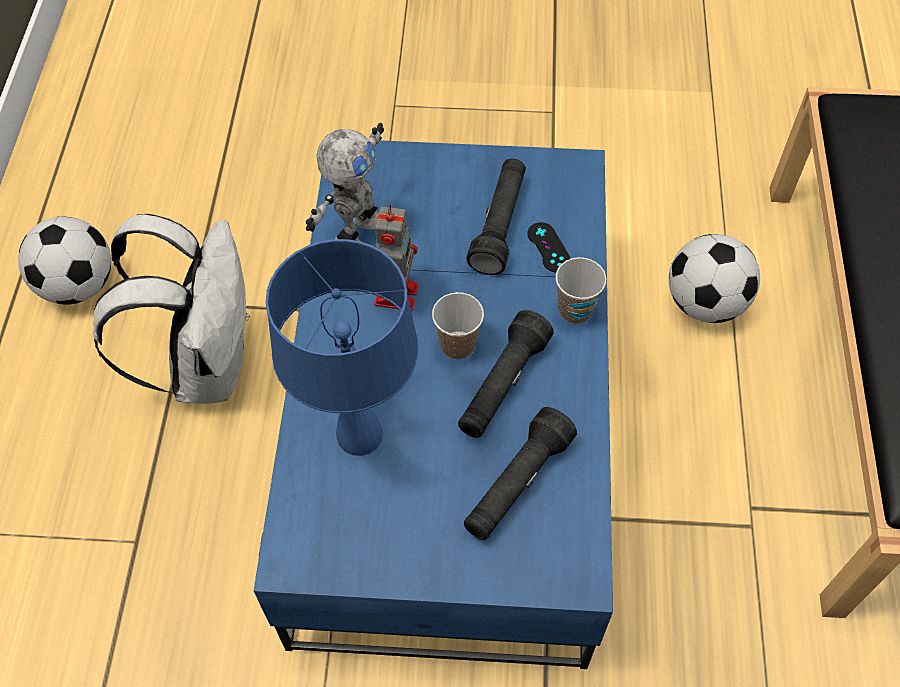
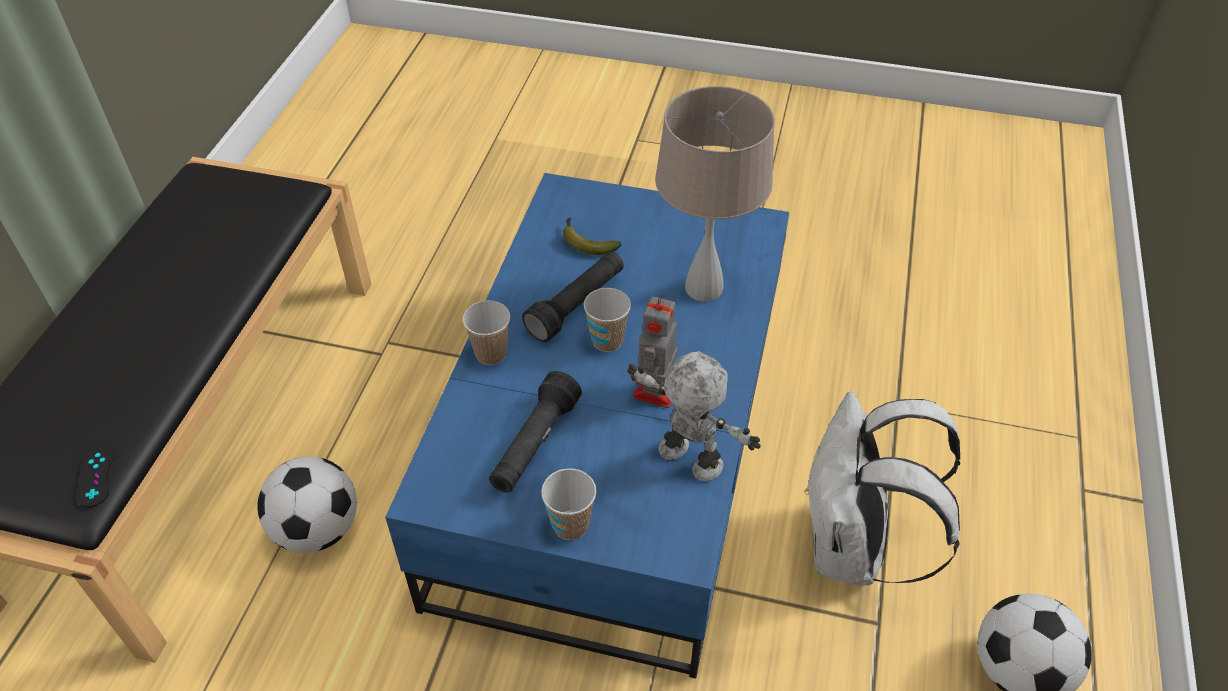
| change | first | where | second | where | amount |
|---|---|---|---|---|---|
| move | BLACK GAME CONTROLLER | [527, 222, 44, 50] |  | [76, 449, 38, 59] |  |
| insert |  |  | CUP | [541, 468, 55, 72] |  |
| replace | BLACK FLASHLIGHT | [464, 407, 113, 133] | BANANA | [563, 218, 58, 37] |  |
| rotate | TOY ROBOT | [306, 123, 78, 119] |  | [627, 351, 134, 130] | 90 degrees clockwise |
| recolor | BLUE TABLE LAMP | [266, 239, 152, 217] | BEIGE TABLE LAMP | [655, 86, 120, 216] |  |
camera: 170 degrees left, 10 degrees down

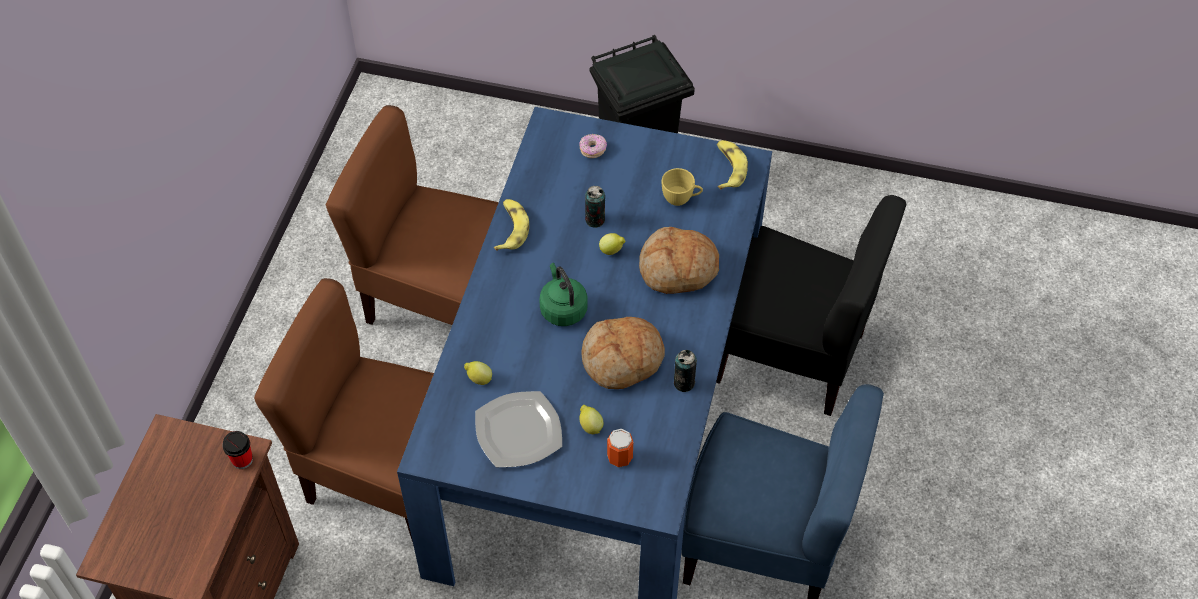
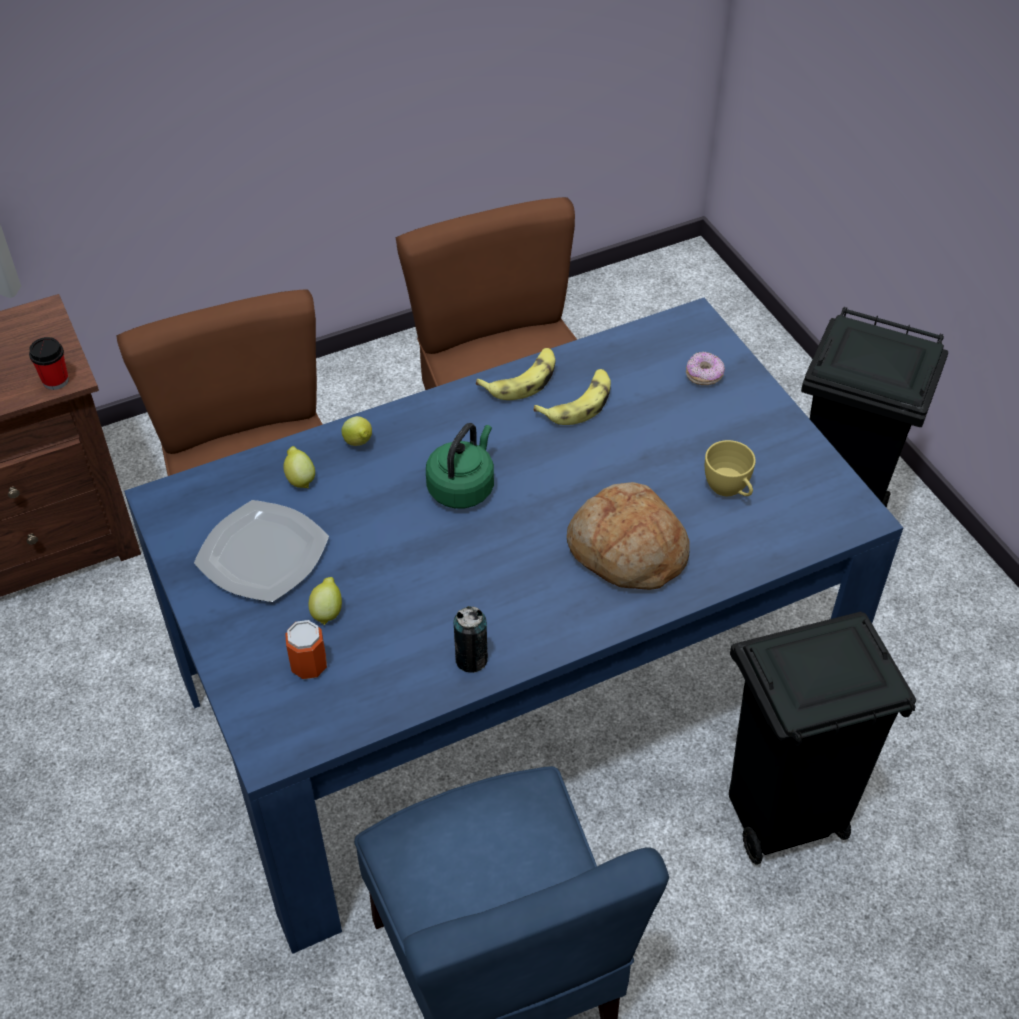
| change | first | where | second | where | amount |
|---|---|---|---|---|---|
| move | LEMON | [599, 233, 26, 22] |  | [342, 416, 30, 30] |  |
| move | BANANA | [717, 140, 31, 49] |  | [534, 369, 77, 56] |  |
| replace | BLACK CHAIR | [716, 195, 191, 221] | BLACK TRASH CAN | [729, 612, 187, 253] |  |
| delete | BREAD | [581, 317, 84, 72] |  |  |  |
| delete | CAN | [585, 186, 20, 42] |  |  |  |
camera: 50 degrees right, 5 degrees down

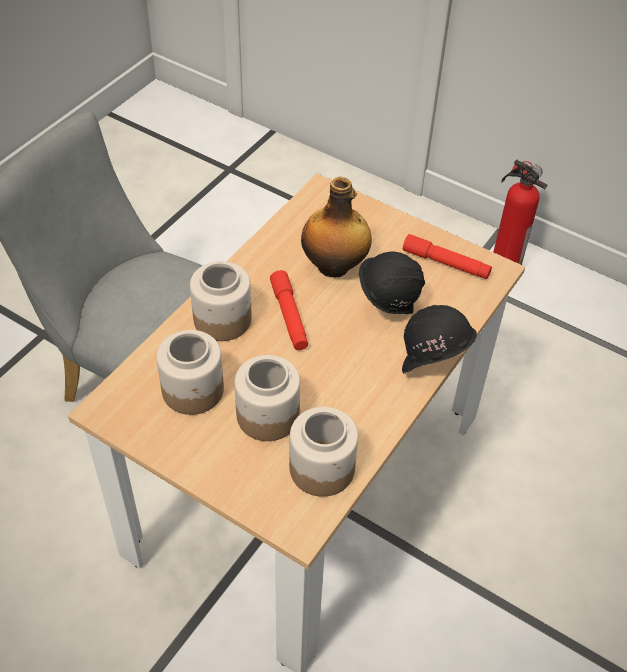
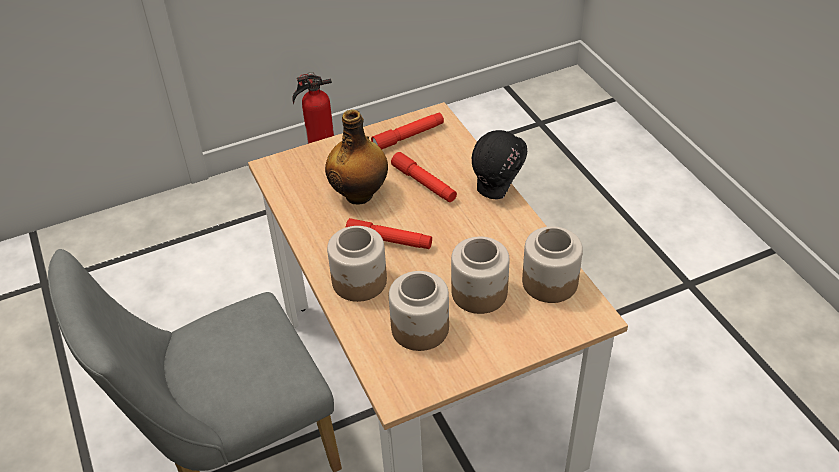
| change | first | where | second | where | amount |
|---|---|---|---|---|---|
| replace | BLACK HARD HAT | [359, 252, 66, 62] | RED FLASHLIGHT | [391, 152, 66, 50] |  |
camera: 55 degrees left, 5 degrees down

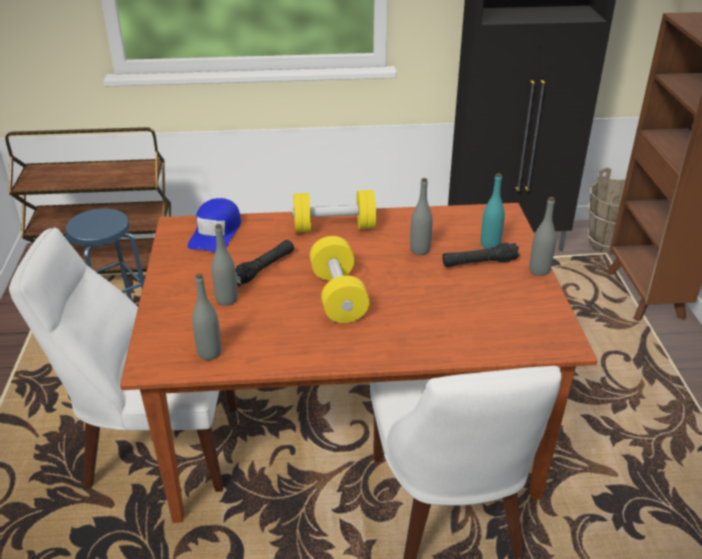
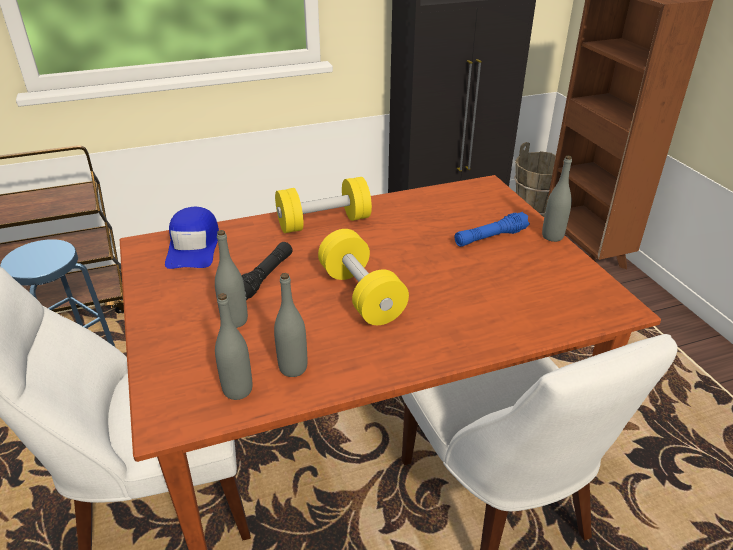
| change | first | where | second | where | amount |
|---|---|---|---|---|---|
| move | GREY BOTTLE | [410, 178, 23, 77] |  | [274, 273, 33, 104] |  |
| recolor | BLACK FLASHLIGHT | [442, 243, 78, 24] | BLUE FLASHLIGHT | [455, 212, 75, 35] |  |
| delete | TURQUOISE BOTTLE | [481, 173, 24, 76] |  |  |  |
camera: 15 degrees left, 0 degrees up

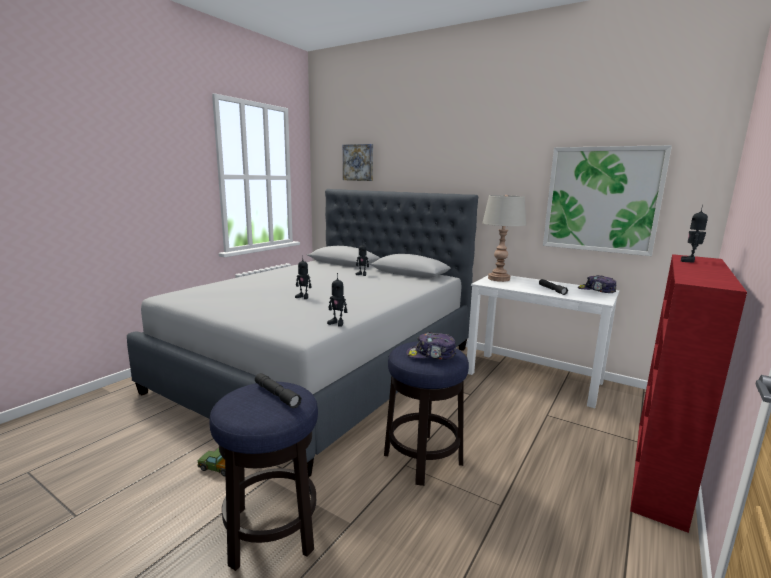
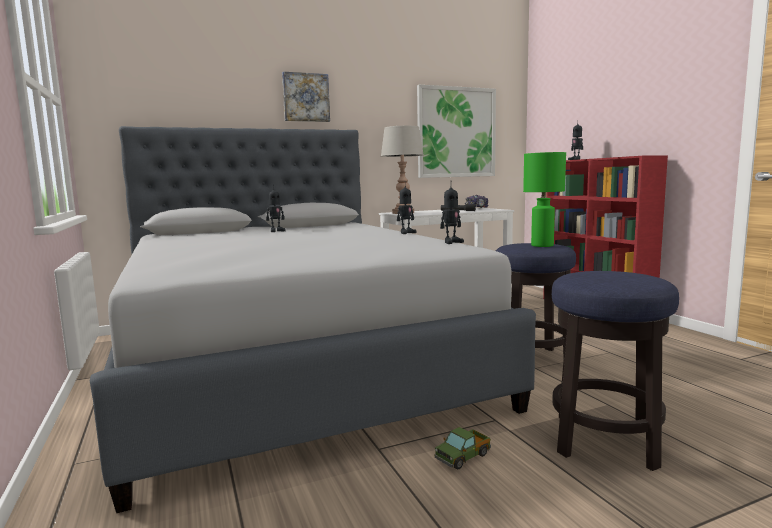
| change | first | where | second | where | amount |
|---|---|---|---|---|---|
| move | PICTURE | [343, 144, 30, 37] |  | [282, 72, 48, 50] |  |
| move | TOY ROBOT | [295, 255, 17, 44] |  | [397, 186, 20, 48] |  |
| replace | CAP | [406, 332, 50, 28] | GREEN TABLE LAMP | [523, 152, 43, 95] |  |
| delete | GREY FLASHLIGHT | [255, 373, 47, 36] |  |  |  |
camera: 55 degrees left, 5 degrees down

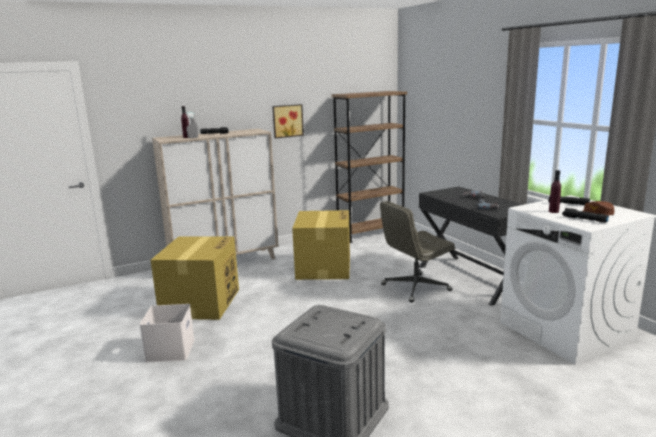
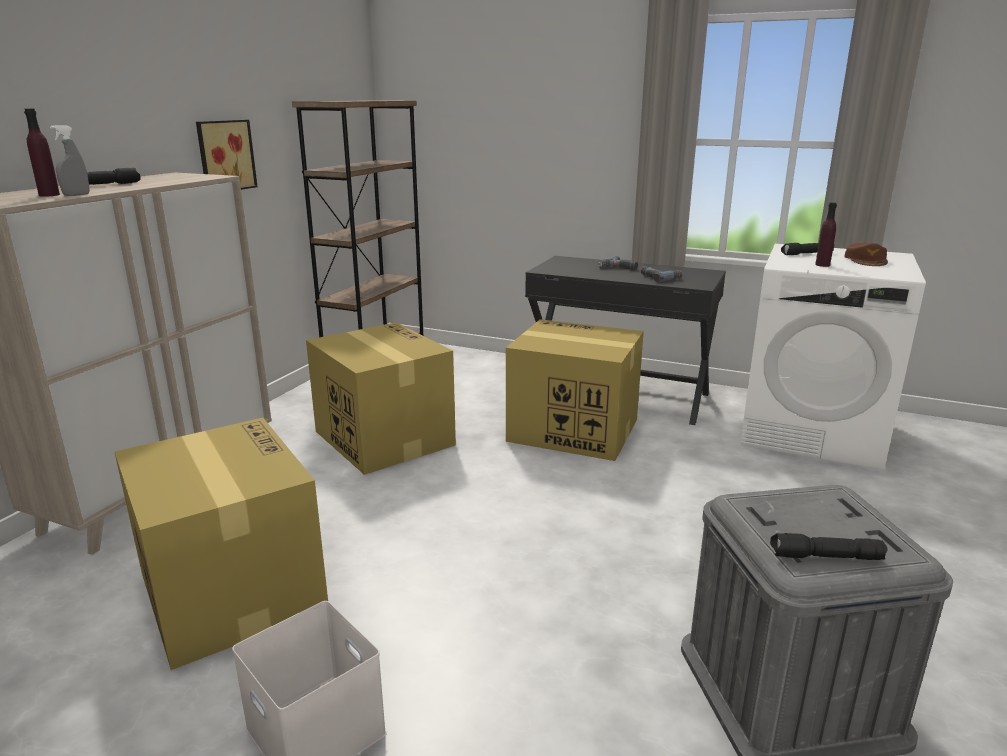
| change | first | where | second | where | amount |
|---|---|---|---|---|---|
| replace | GREY OFFICE CHAIR | [380, 201, 75, 102] | CARDBOARD BOX | [506, 319, 138, 142] |  |
| move | BLACK FLASHLIGHT | [562, 208, 47, 15] |  | [770, 533, 118, 27] |  |
camera: 40 degrees left, 5 degrees up

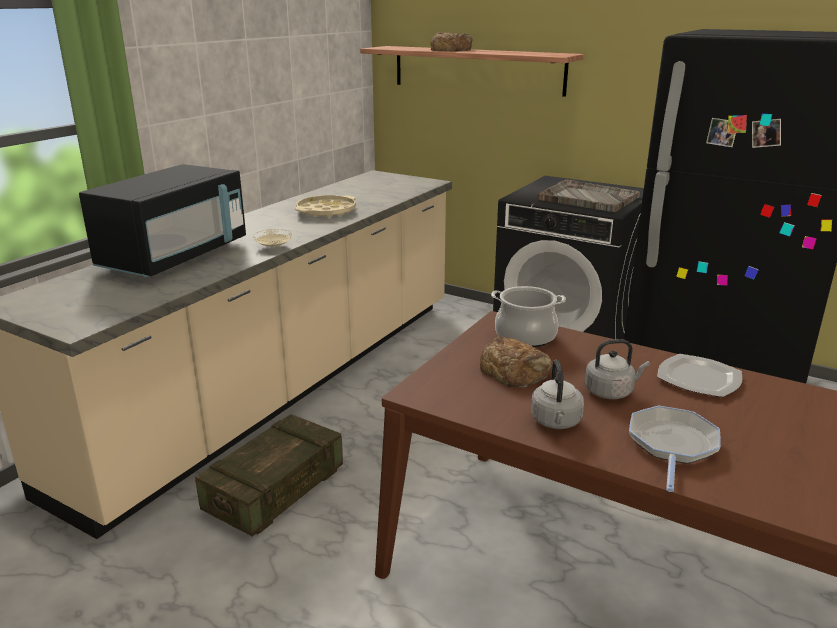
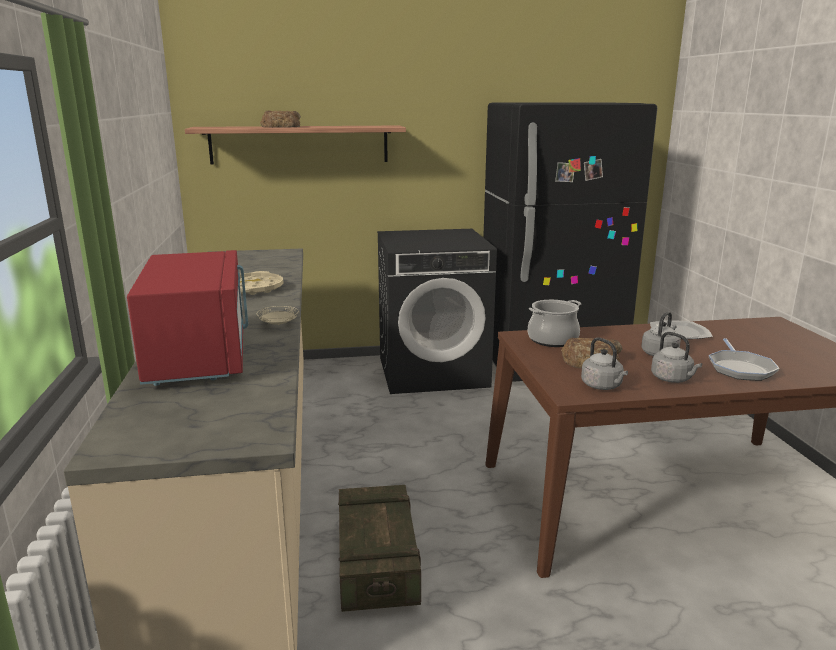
| change | first | where | second | where | amount |
|---|---|---|---|---|---|
| recolor | BLACK MICROWAVE | [79, 164, 167, 113] | RED MICROWAVE | [127, 250, 121, 136] |  |
| insert |  |  | GREY KETTLE | [581, 338, 47, 52] |  |
| rotate | FRYING PAN | [629, 406, 92, 86] |  | [709, 338, 70, 43] | 150 degrees counterclockwise |
| delete | GREY TRAY | [538, 180, 102, 32] |  |  |  |
camera: 40 degrees left, 5 degrees down

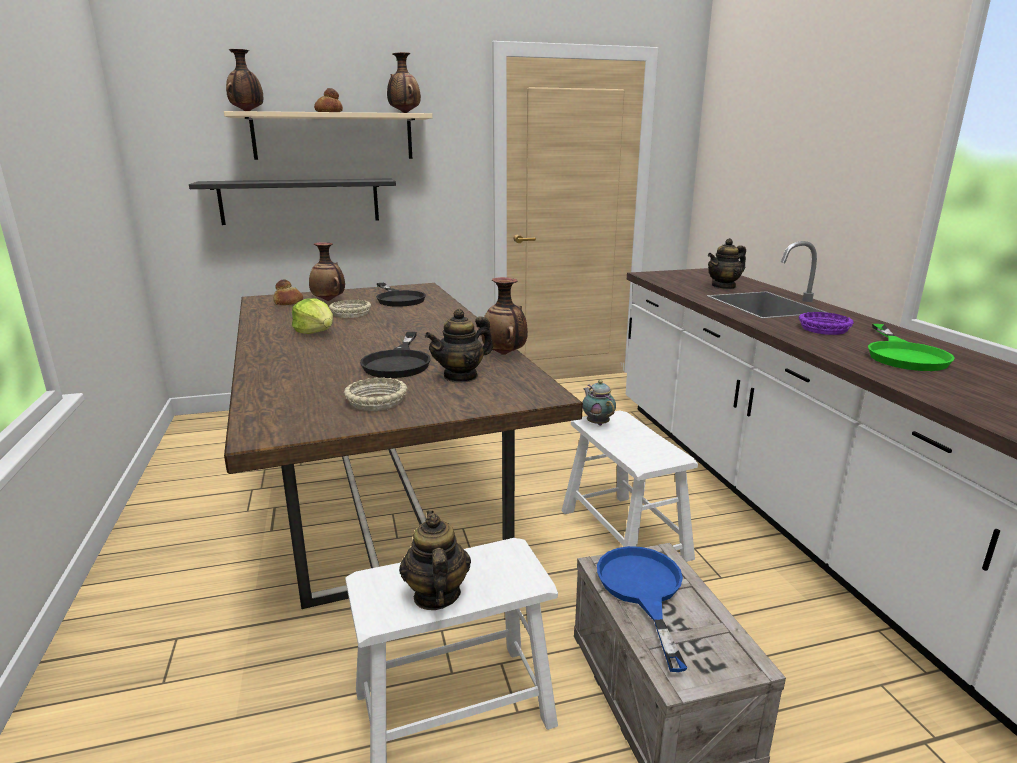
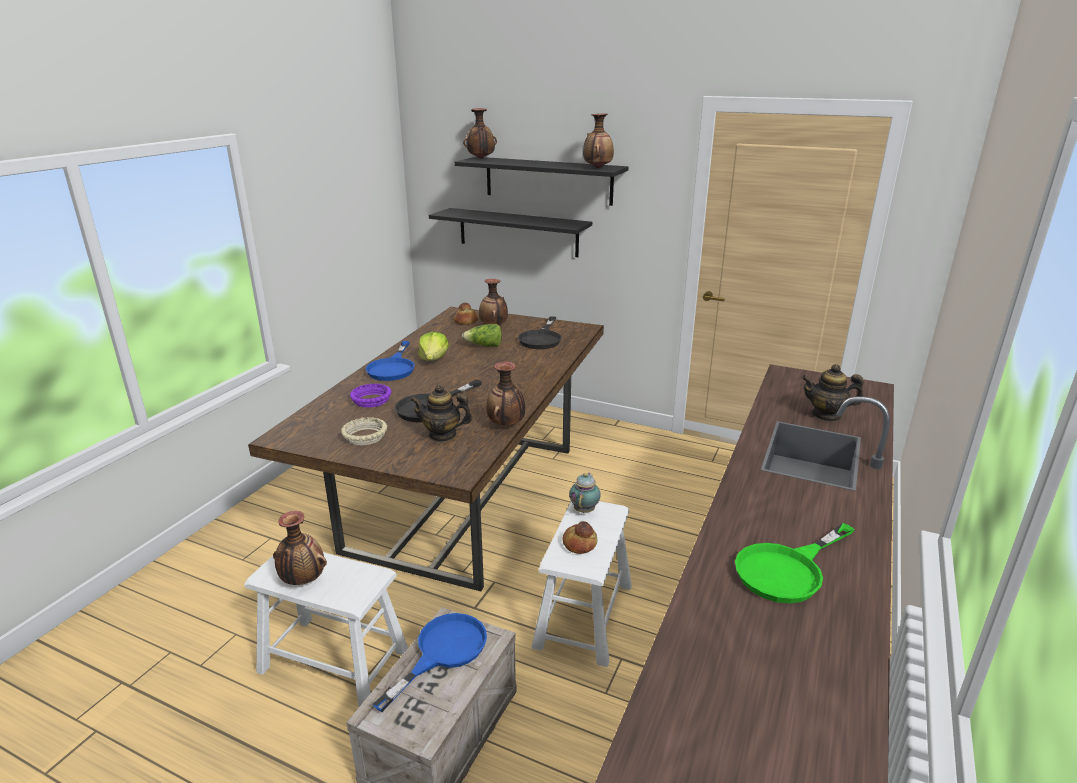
| change | first | where | second | where | amount |
|---|---|---|---|---|---|
| replace | TEAPOT | [399, 511, 72, 99] | VASE | [273, 511, 54, 74] |  |
| move | PURPLE BOWL | [799, 312, 55, 23] |  | [350, 383, 42, 25] |  |
| insert |  |  | BLUE FRYING PAN | [366, 341, 49, 40] |  |
| recolor | BEIGE SHELF | [224, 111, 209, 49] | BLACK SHELF | [454, 157, 175, 49] |  |
| replace | BEIGE BOWL | [329, 300, 42, 18] | LETTUCE | [462, 324, 40, 23] |  |
| move | BREAD | [314, 88, 29, 24] |  | [563, 521, 35, 33] |  |
camera: 40 degrees right, 5 degrees up

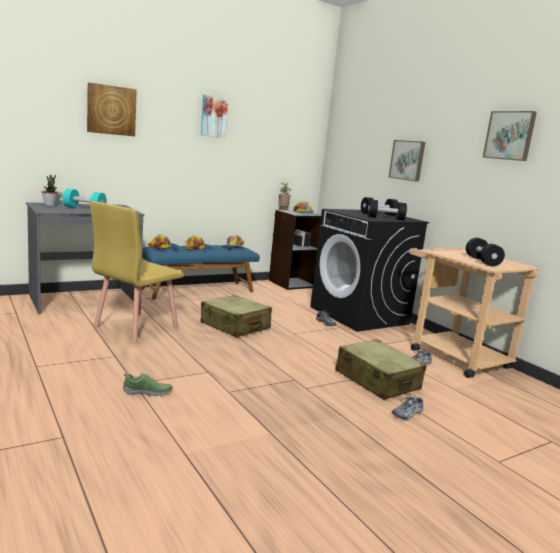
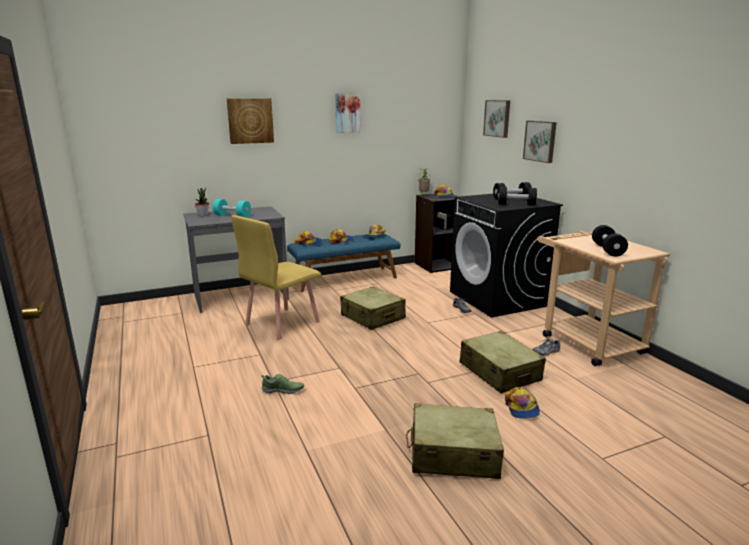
| change | first | where | second | where | amount |
|---|---|---|---|---|---|
| insert |  |  | BEIGE SUITCASE | [406, 403, 98, 76] |  |
| move | PICTURE | [483, 111, 54, 50] |  | [483, 100, 27, 38] |  |
| replace | SHOE | [392, 394, 31, 26] | CAP | [505, 387, 35, 32] |  |
camera: 10 degrees right, 5 degrees up

